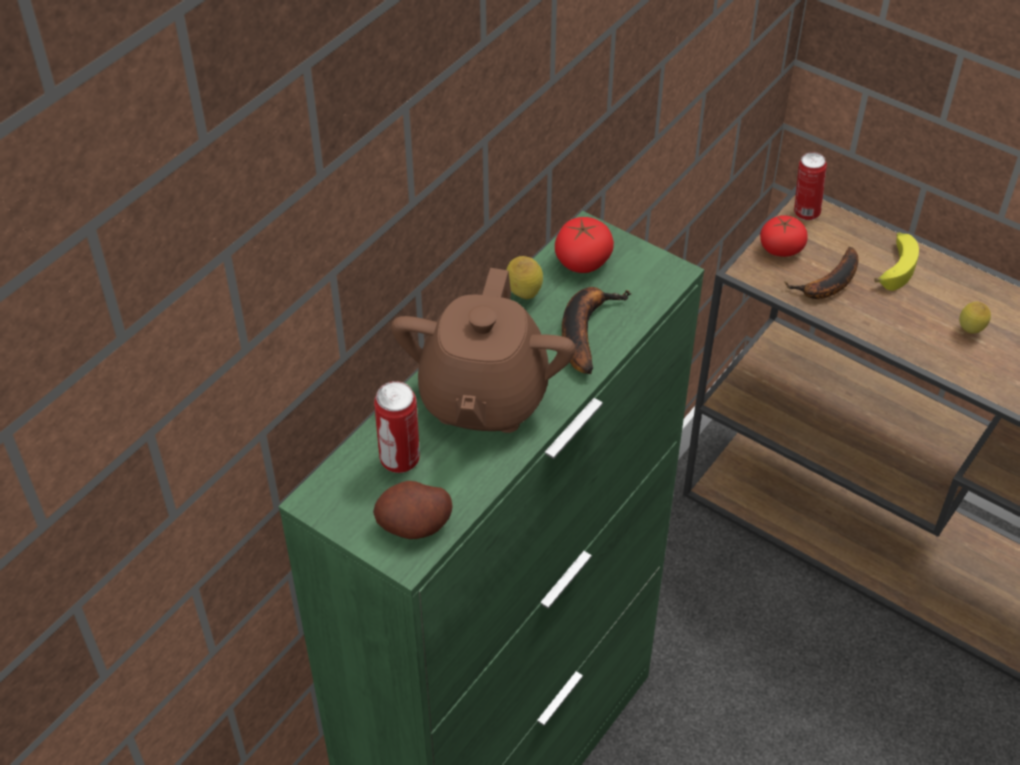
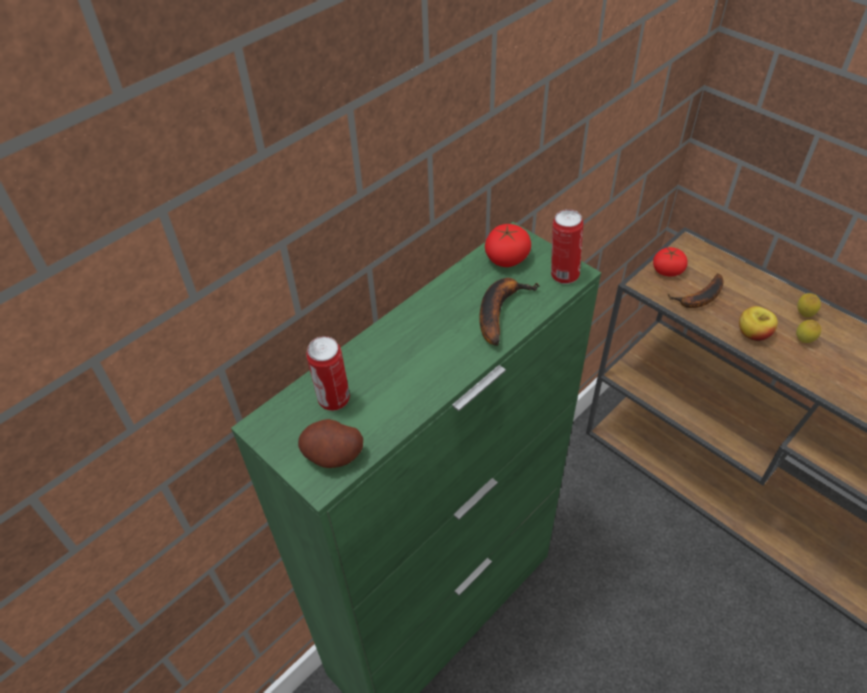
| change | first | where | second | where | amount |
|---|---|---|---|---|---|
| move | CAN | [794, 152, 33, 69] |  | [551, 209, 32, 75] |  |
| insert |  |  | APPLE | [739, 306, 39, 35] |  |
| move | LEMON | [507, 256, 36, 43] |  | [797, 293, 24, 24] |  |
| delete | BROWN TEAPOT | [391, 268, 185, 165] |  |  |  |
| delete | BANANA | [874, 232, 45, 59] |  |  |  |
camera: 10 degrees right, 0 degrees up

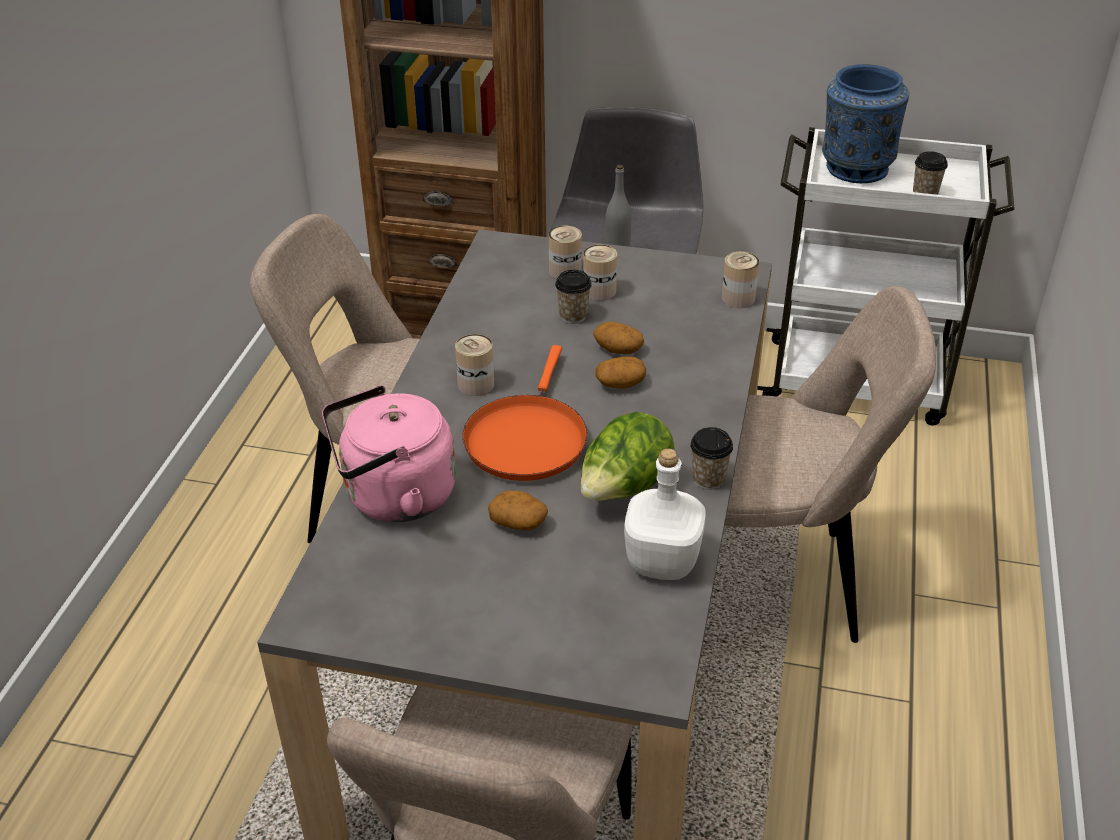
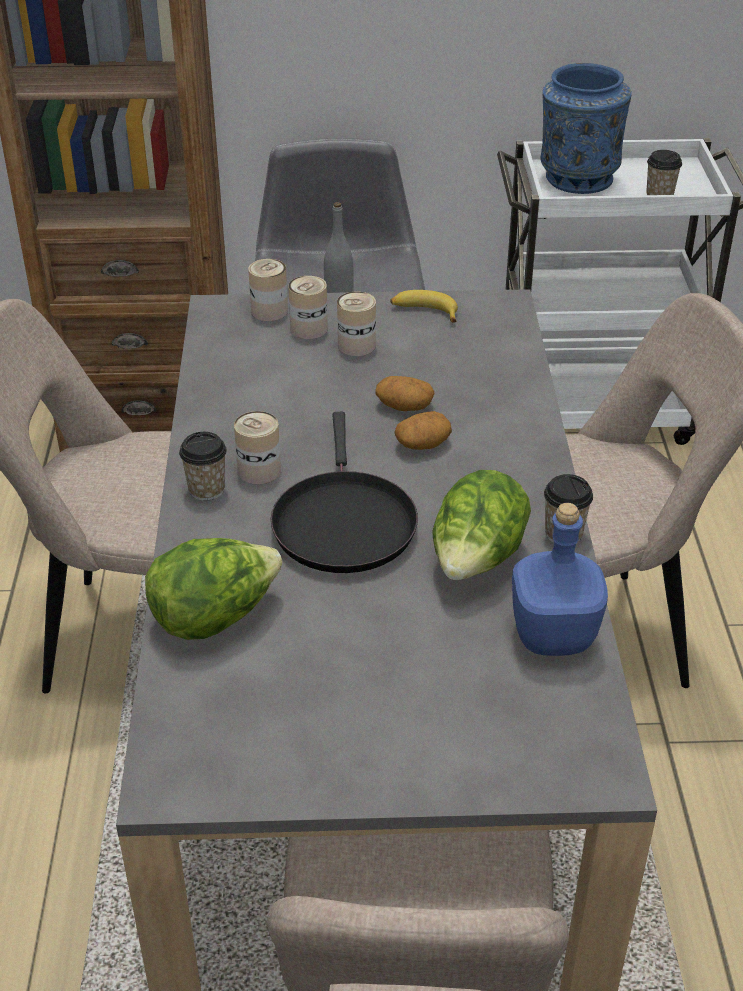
| change | first | where | second | where | amount |
|---|---|---|---|---|---|
| replace | PINK KETTLE | [322, 385, 134, 137] | LETTUCE | [145, 538, 138, 102] |  |
| move | CUP | [555, 270, 37, 53] |  | [179, 432, 48, 69] |  |
| move | CAN | [722, 252, 37, 56] |  | [248, 259, 40, 62] |  |
| recolor | ORANGE FRYING PAN | [463, 345, 125, 136] | BLACK FRYING PAN | [271, 412, 147, 161] |  |
| insert |  |  | BANANA | [390, 290, 68, 33] |  |
| recolor | WHITE BOTTLE | [624, 448, 82, 132] | BLUE BOTTLE | [512, 503, 96, 153] |  |
| delete | POTATO | [488, 490, 60, 40] |  |  |  |
camera: 15 degrees left, 0 degrees up

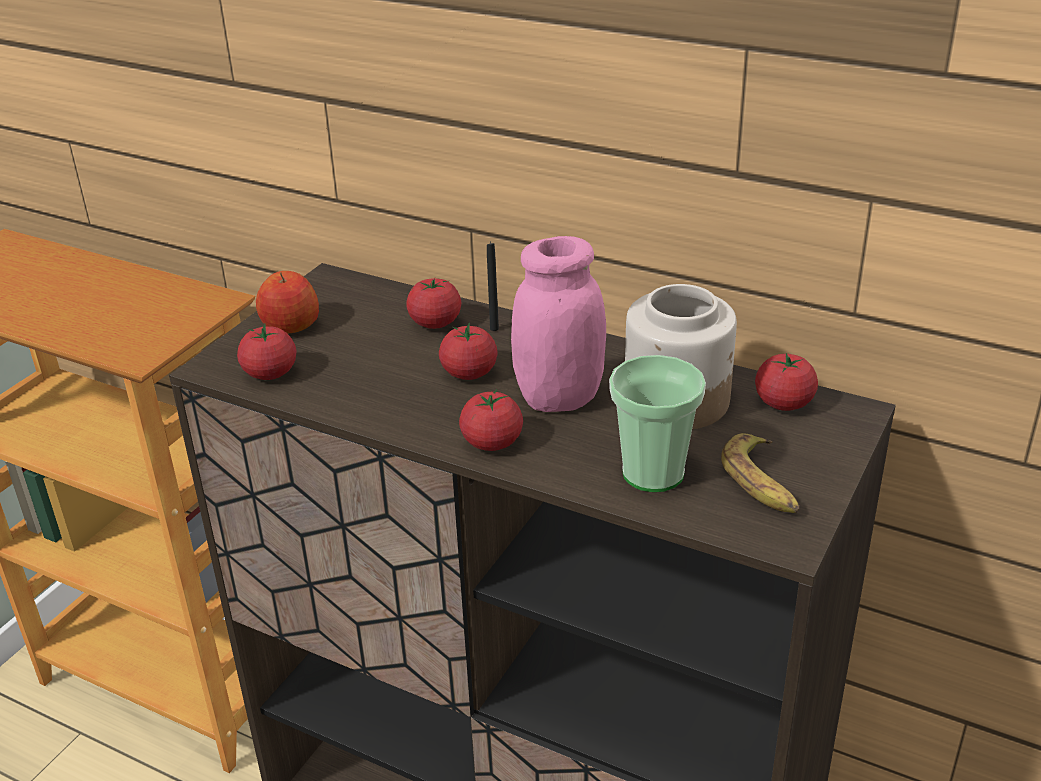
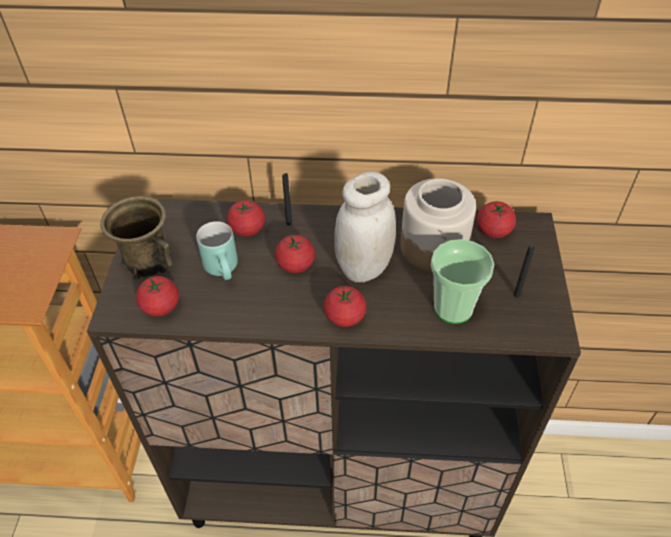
| change | first | where | second | where | amount |
|---|---|---|---|---|---|
| replace | APPLE | [256, 271, 63, 62] | BROWN MUG | [100, 196, 73, 84] |  |
| insert |  |  | TURQUOISE MUG | [196, 221, 42, 59] |  |
| recolor | PINK JAR | [511, 236, 95, 176] | WHITE JAR | [334, 172, 62, 111] |  |
| replace | BANANA | [721, 433, 79, 80] | BLACK CANDLE | [514, 246, 21, 52] |  |
camera: 25 degrees left, 15 degrees up

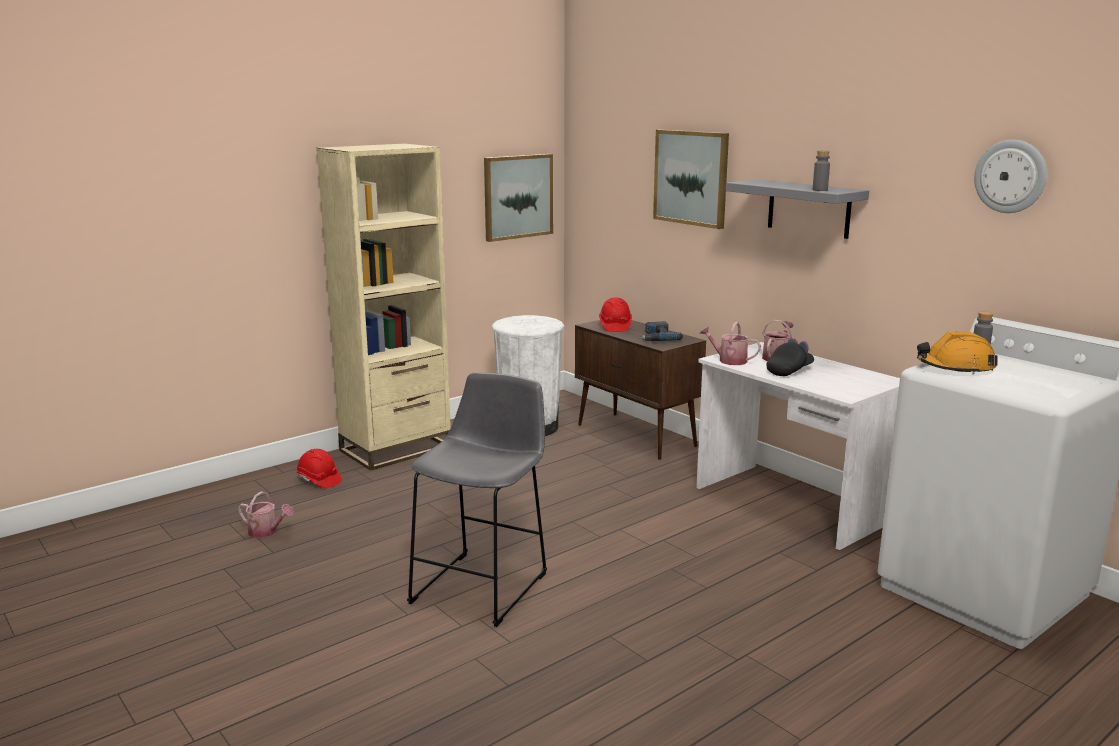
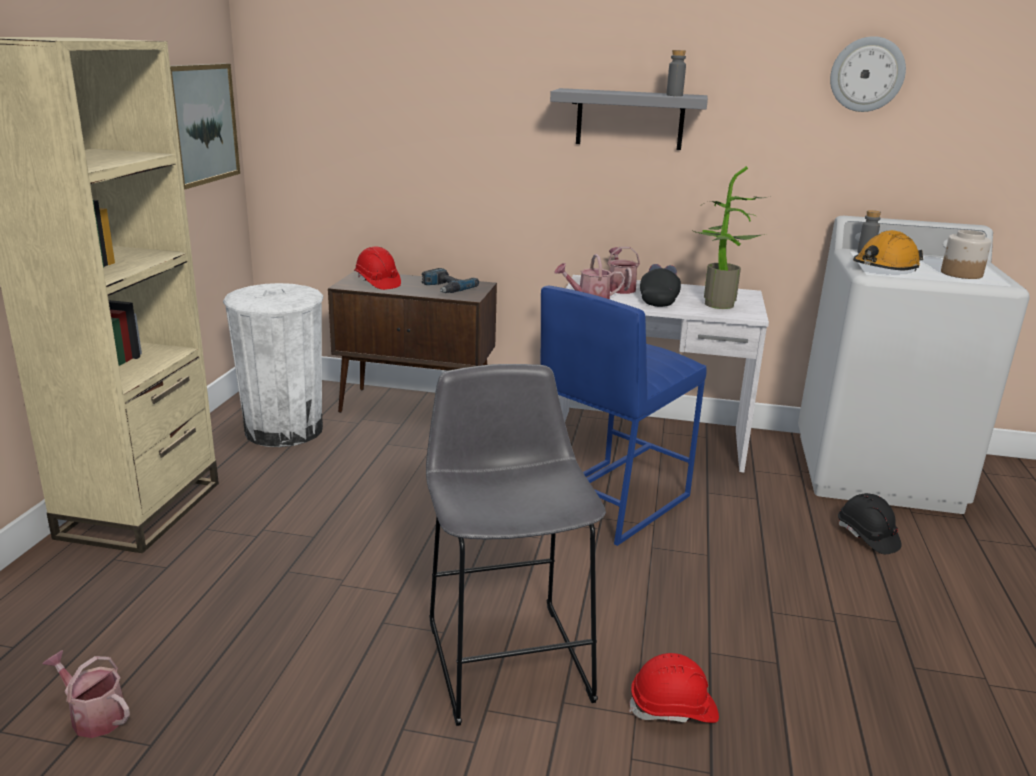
| change | first | where | second | where | amount |
|---|---|---|---|---|---|
| rotate | WATERING CAN | [238, 491, 56, 47] |  | [42, 650, 88, 88] | 135 degrees counterclockwise |
| insert |  |  | BLUE STOOL | [541, 285, 166, 261] |  |
| move | RED HARD HAT | [296, 449, 46, 39] |  | [629, 653, 90, 70] |  |
| insert |  |  | POTTED PLANT | [691, 166, 80, 143] |  |
| insert |  |  | BLACK HARD HAT | [838, 493, 64, 61] |  |
| insert |  |  | JAR | [941, 230, 51, 49] |  |
| delete | PICTURE | [653, 130, 76, 99] |  |  |  |
camera: 40 degrees left, 5 degrees up

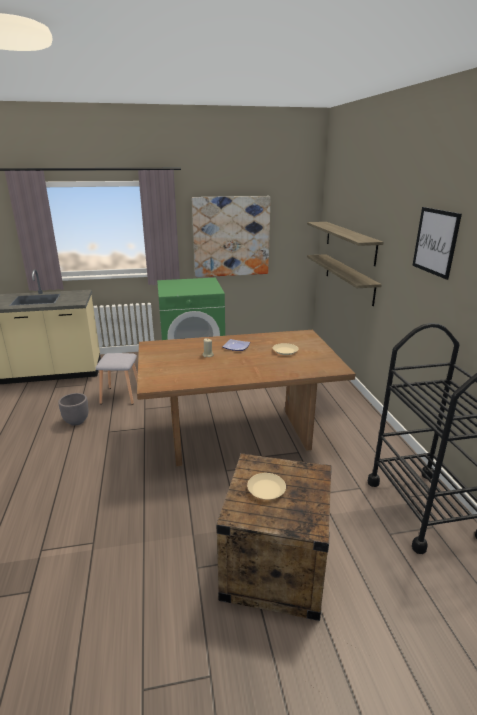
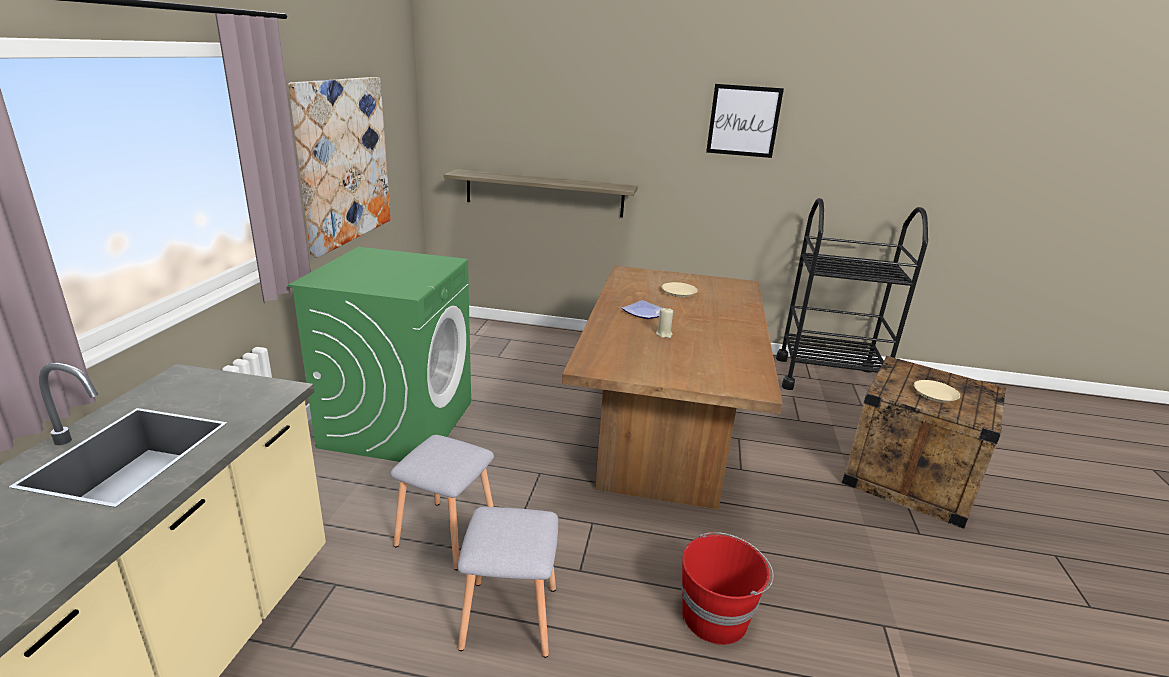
| change | first | where | second | where | amount |
|---|---|---|---|---|---|
| replace | GREY PLANTER | [58, 393, 31, 33] | GREY STOOL | [457, 507, 101, 151] |  |
| insert |  |  | RED BUCKET | [681, 532, 93, 113] |  |
| delete | SHELF | [307, 222, 77, 44] |  |  |  |
camera: 70 degrees left, 0 degrees up

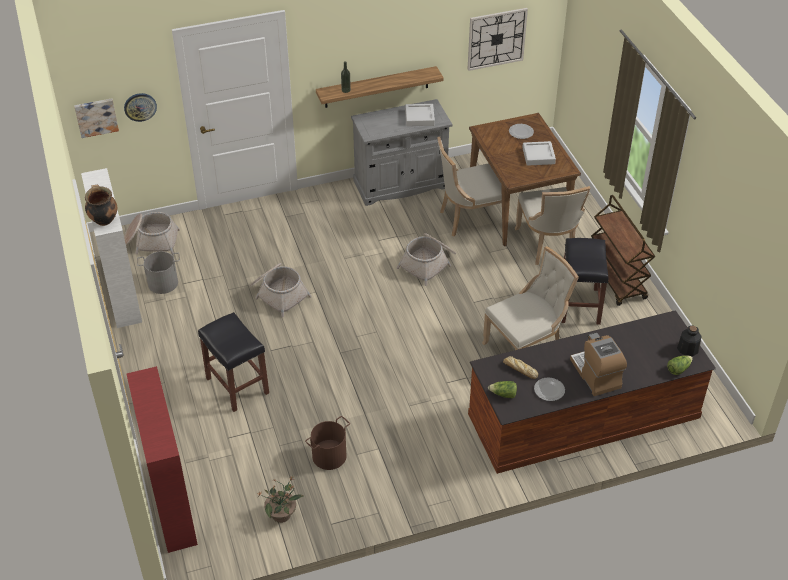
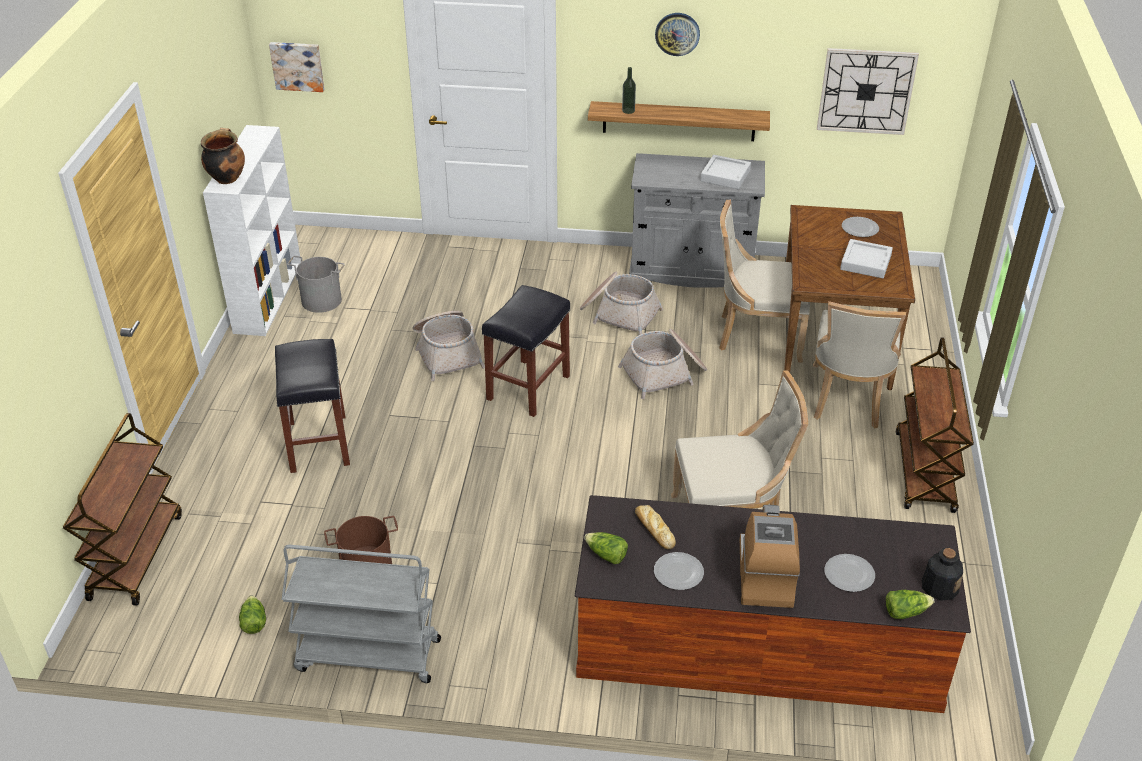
| change | first | where | second | where | amount |
|---|---|---|---|---|---|
| replace | RED BOOKCASE | [126, 366, 72, 187] | BROWN CART | [63, 413, 119, 193] |  |
| replace | POTTED PLANT | [257, 476, 46, 47] | LETTUCE | [239, 595, 27, 39] |  |
| insert |  |  | GREY CART | [282, 545, 159, 138] |  |
| move | BLACK STOOL | [561, 238, 47, 87] |  | [482, 285, 88, 132] |  |
| move | BASKET | [124, 212, 56, 43] |  | [580, 272, 83, 63] |  |
| move | WALL CLOCK | [124, 93, 33, 29] |  | [655, 13, 45, 43] |  |
| insert |  |  | PLATE | [825, 554, 50, 38] |  |
camera: 25 degrees right, 5 degrees down

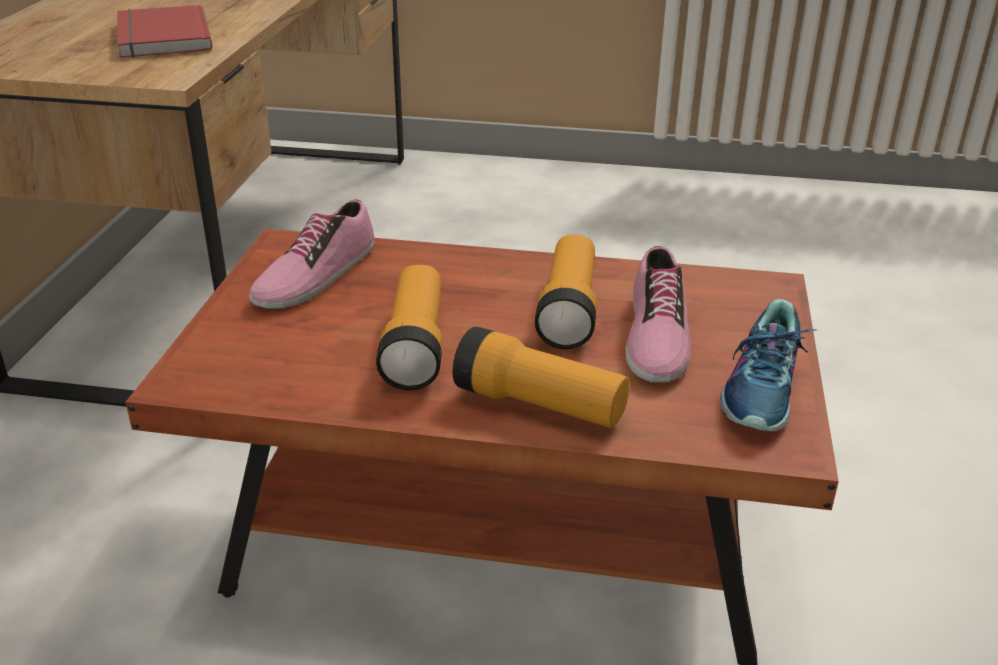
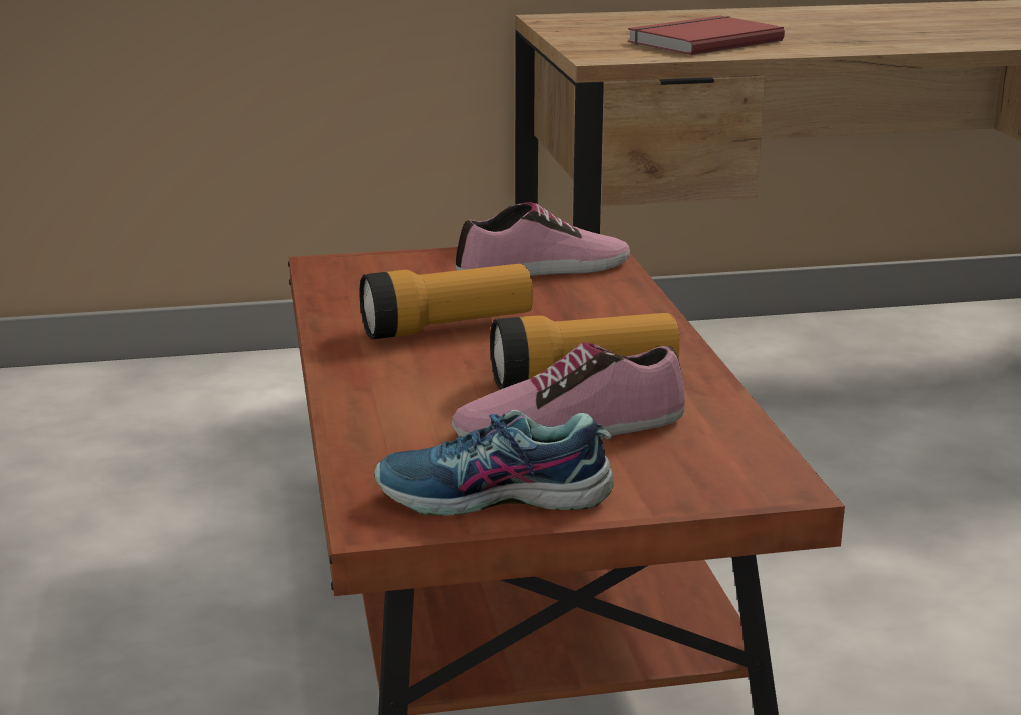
| change | first | where | second | where | amount |
|---|---|---|---|---|---|
| rotate | SHOE | [249, 199, 125, 110] |  | [456, 202, 174, 74] | 150 degrees clockwise |
| delete | FLASHLIGHT | [453, 327, 176, 101] |  |  |  |
camera: 70 degrees right, 10 degrees down

